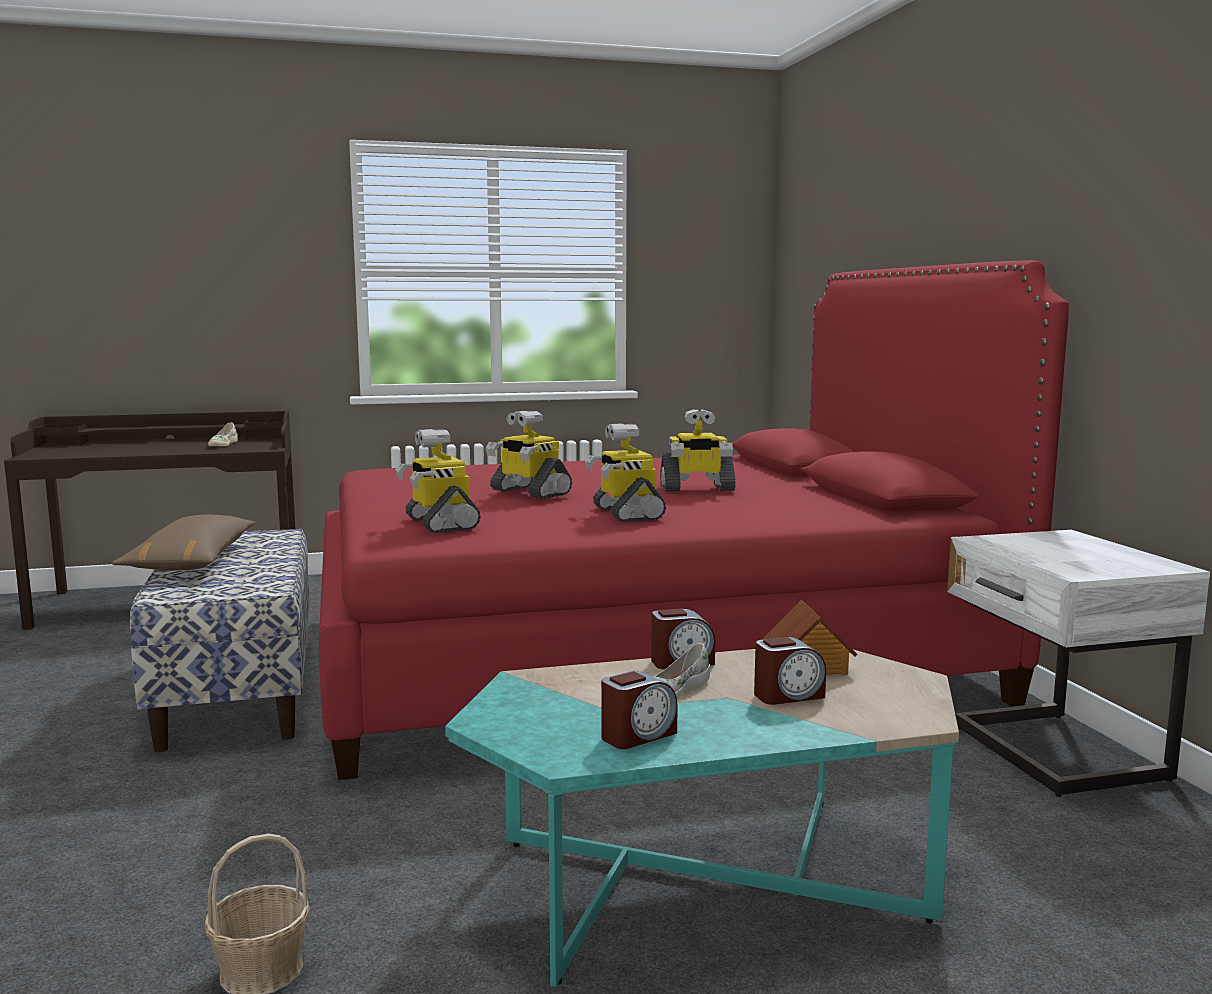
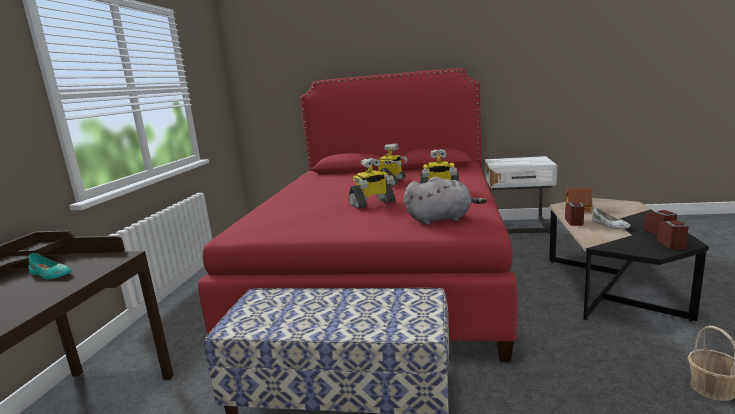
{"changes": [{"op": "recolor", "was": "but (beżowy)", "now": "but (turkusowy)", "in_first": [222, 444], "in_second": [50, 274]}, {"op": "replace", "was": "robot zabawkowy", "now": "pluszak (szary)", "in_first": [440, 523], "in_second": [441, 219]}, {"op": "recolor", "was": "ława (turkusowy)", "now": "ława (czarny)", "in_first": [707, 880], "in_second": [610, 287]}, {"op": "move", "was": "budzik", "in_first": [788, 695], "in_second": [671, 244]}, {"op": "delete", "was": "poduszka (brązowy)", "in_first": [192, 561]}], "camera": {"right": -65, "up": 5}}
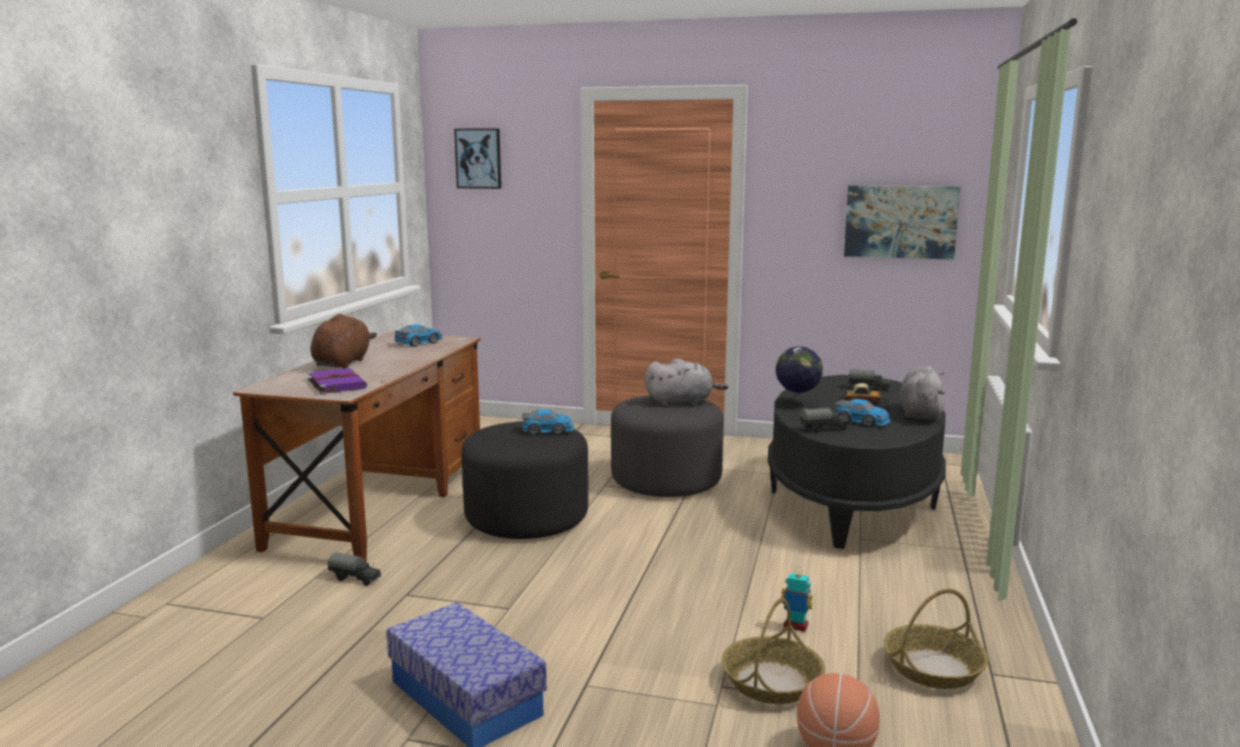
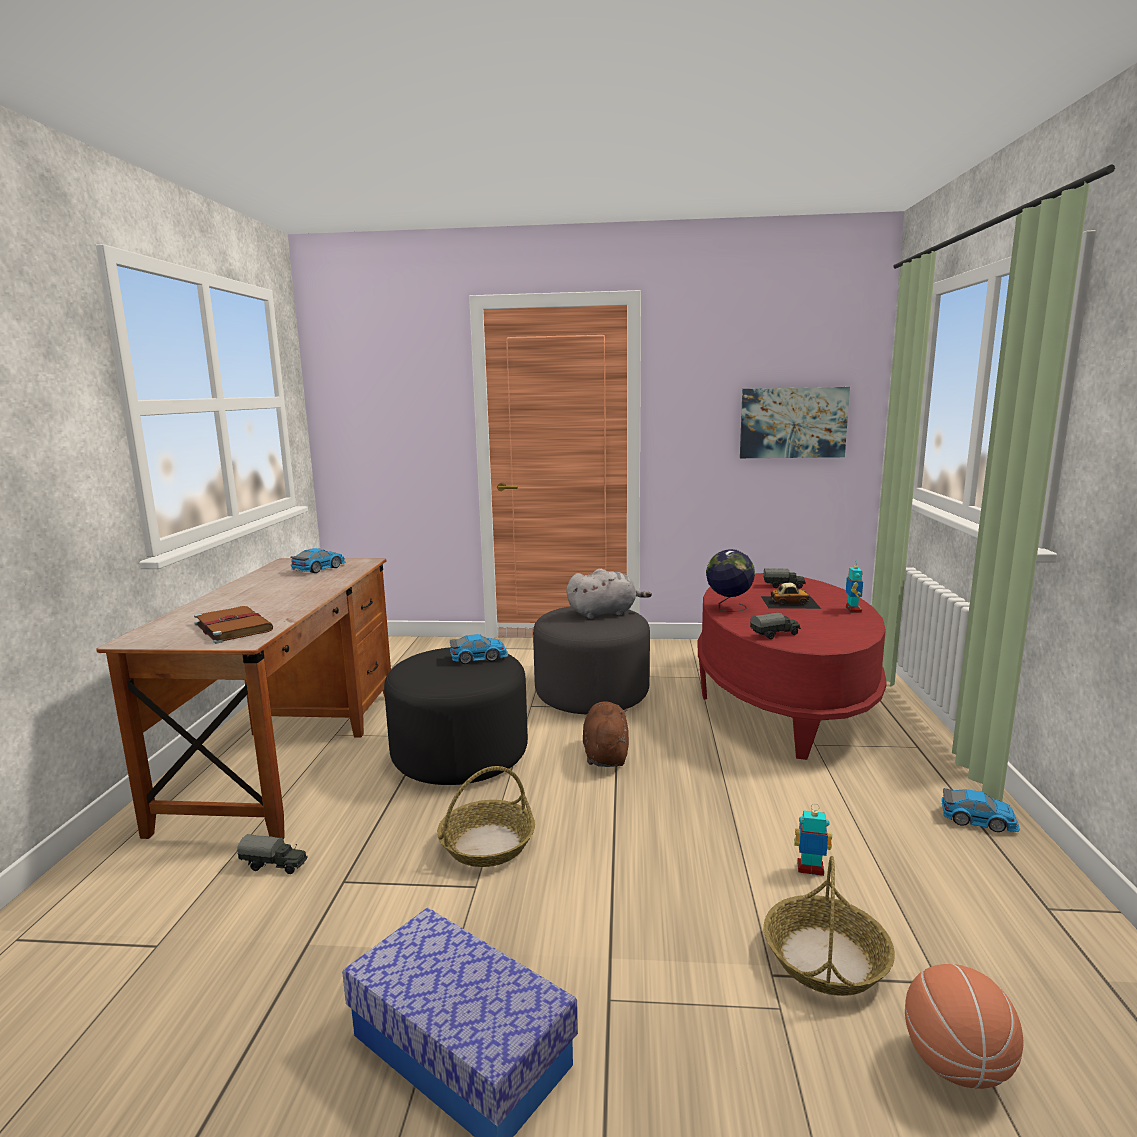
{"changes": [{"op": "recolor", "was": "książka (fioletowy)", "now": "książka (brązowy)", "in_first": [336, 384], "in_second": [232, 627]}, {"op": "move", "was": "koszyk", "in_first": [933, 667], "in_second": [487, 844]}, {"op": "move", "was": "pluszak (brązowy)", "in_first": [343, 363], "in_second": [605, 754]}, {"op": "recolor", "was": "ława (czarny)", "now": "ława (czerwony)", "in_first": [852, 499], "in_second": [782, 699]}, {"op": "replace", "was": "pluszak (szary)", "now": "robot zabawkowy", "in_first": [920, 413], "in_second": [852, 610]}, {"op": "move", "was": "samochodzik", "in_first": [862, 421], "in_second": [978, 819]}, {"op": "delete", "was": "obraz", "in_first": [478, 158]}], "camera": {"right": -10, "up": 0}}
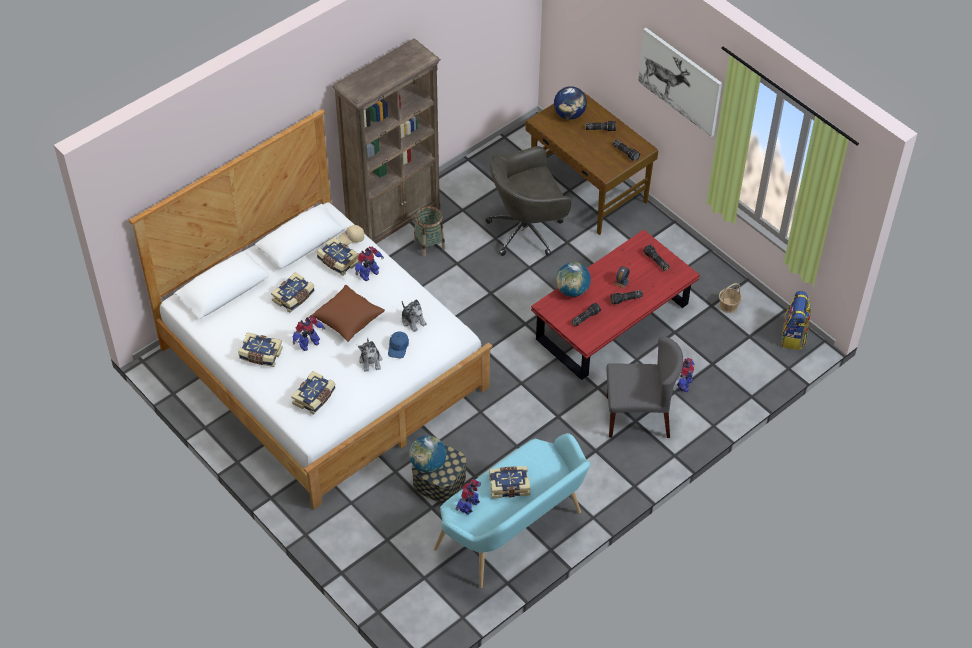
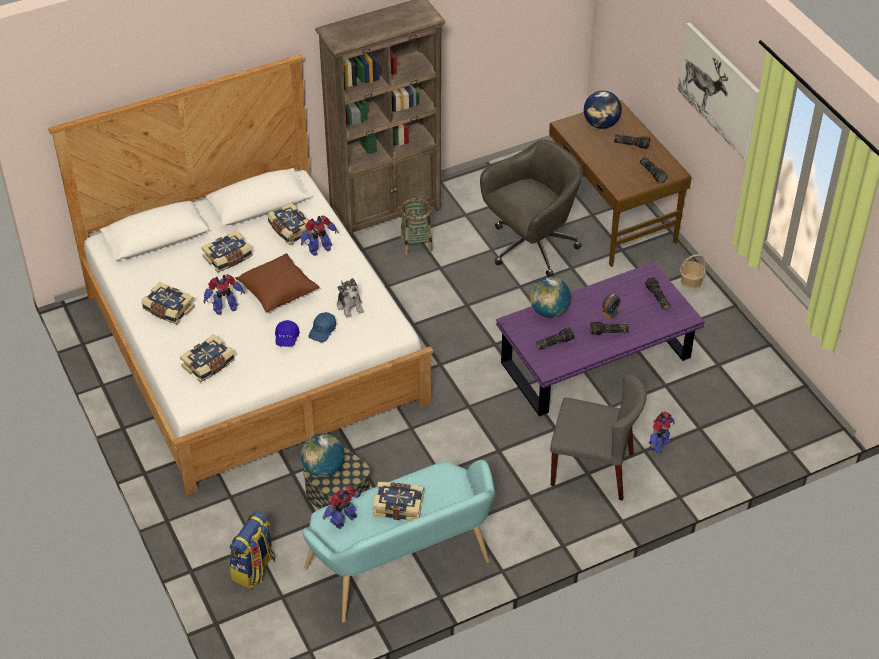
{"changes": [{"op": "move", "was": "plecak", "in_first": [793, 336], "in_second": [254, 569]}, {"op": "replace", "was": "pluszak", "now": "czapka z daszkiem (niebieski)", "in_first": [371, 361], "in_second": [287, 339]}, {"op": "rotate", "was": "krzesło biurowe (szary)", "in_first": [527, 230], "in_second": [530, 248], "clockwise": 150}, {"op": "recolor", "was": "ława (czerwony)", "now": "ława (fioletowy)", "in_first": [613, 322], "in_second": [596, 361]}, {"op": "move", "was": "koszyk", "in_first": [728, 306], "in_second": [691, 282]}, {"op": "delete", "was": "czapka z daszkiem (beżowy)", "in_first": [351, 239]}], "camera": {"right": 15, "up": -5}}
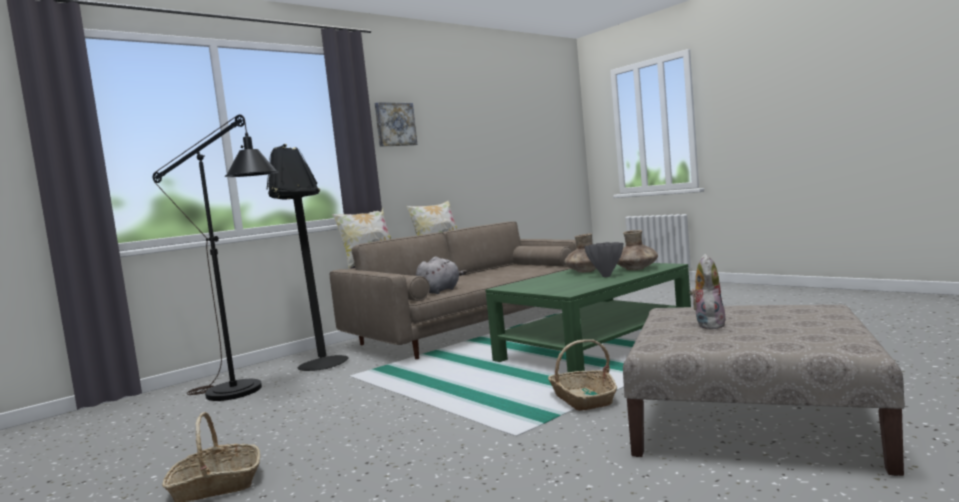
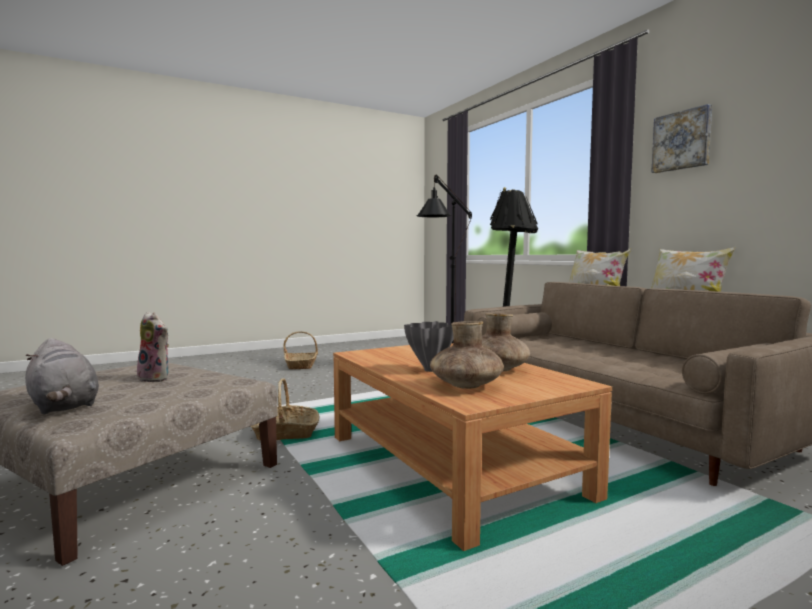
{"changes": [{"op": "move", "was": "pluszak (szary)", "in_first": [440, 291], "in_second": [63, 406]}, {"op": "recolor", "was": "ława (zielony)", "now": "ława (brązowy)", "in_first": [595, 346], "in_second": [452, 465]}], "camera": {"right": 100, "up": 0}}
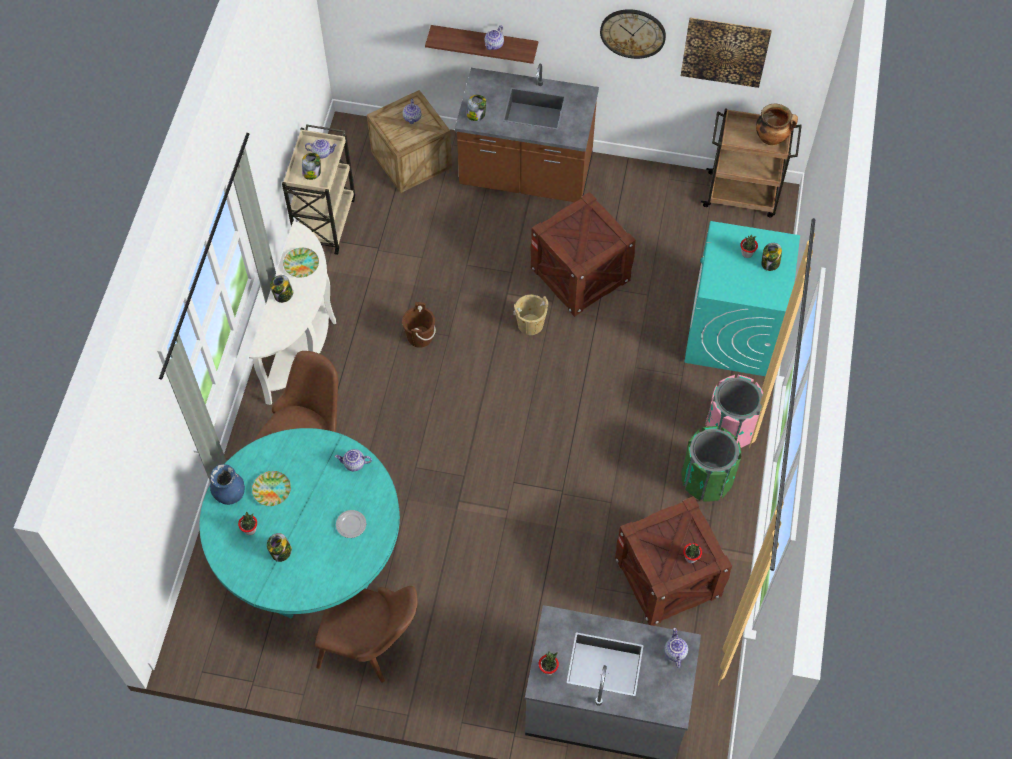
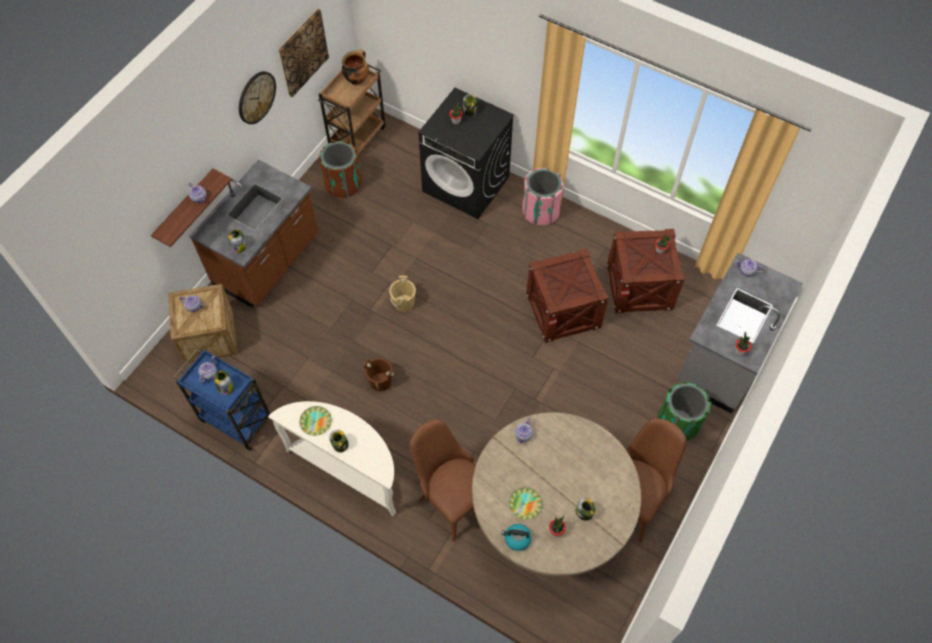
{"changes": [{"op": "recolor", "was": "wózek (beżowy)", "now": "wózek (niebieski)", "in_first": [325, 221], "in_second": [235, 419]}, {"op": "insert", "now": "kosz na śmieci (brązowy)", "in_second": [343, 184]}, {"op": "recolor", "was": "pralka (turkusowy)", "now": "pralka (czarny)", "in_first": [731, 333], "in_second": [466, 184]}, {"op": "recolor", "was": "stół jadalny (turkusowy)", "now": "stół jadalny (beżowy)", "in_first": [312, 560], "in_second": [549, 519]}, {"op": "replace", "was": "wazon (niebieski)", "now": "czajnik", "in_first": [229, 493], "in_second": [517, 539]}, {"op": "move", "was": "skrzynka", "in_first": [580, 274], "in_second": [562, 310]}, {"op": "move", "was": "kosz na śmieci (zielony)", "in_first": [706, 479], "in_second": [677, 423]}, {"op": "delete", "was": "talerz", "in_first": [351, 525]}], "camera": {"right": -70, "up": 0}}
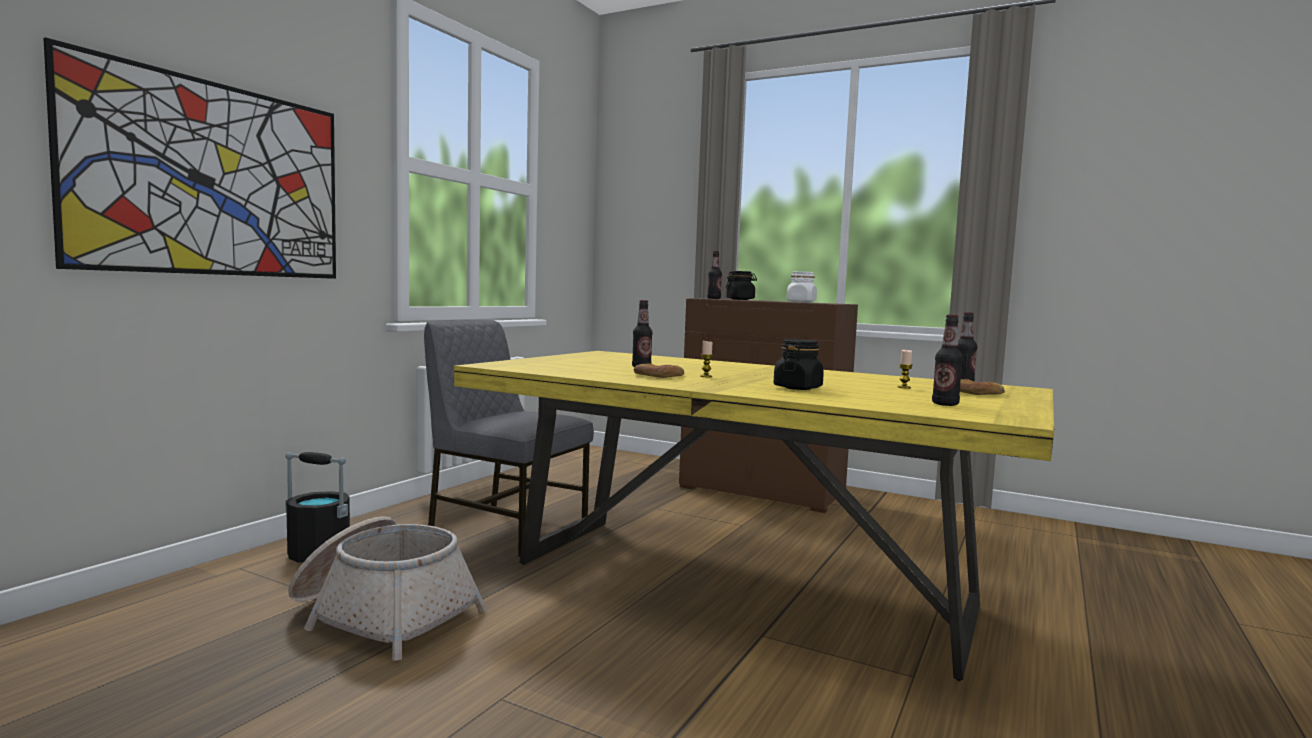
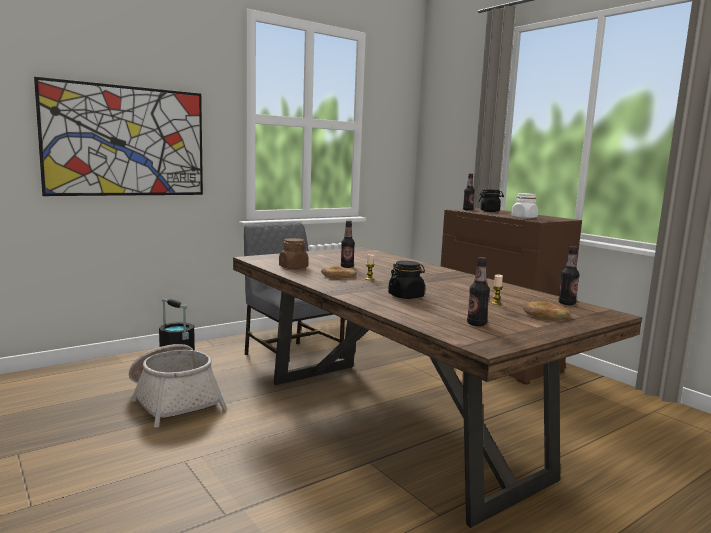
{"changes": [{"op": "recolor", "was": "stół jadalny (żółty)", "now": "stół jadalny (brązowy)", "in_first": [737, 585], "in_second": [392, 425]}, {"op": "insert", "now": "słoik (brązowy)", "in_second": [293, 267]}], "camera": {"right": 25, "up": 5}}
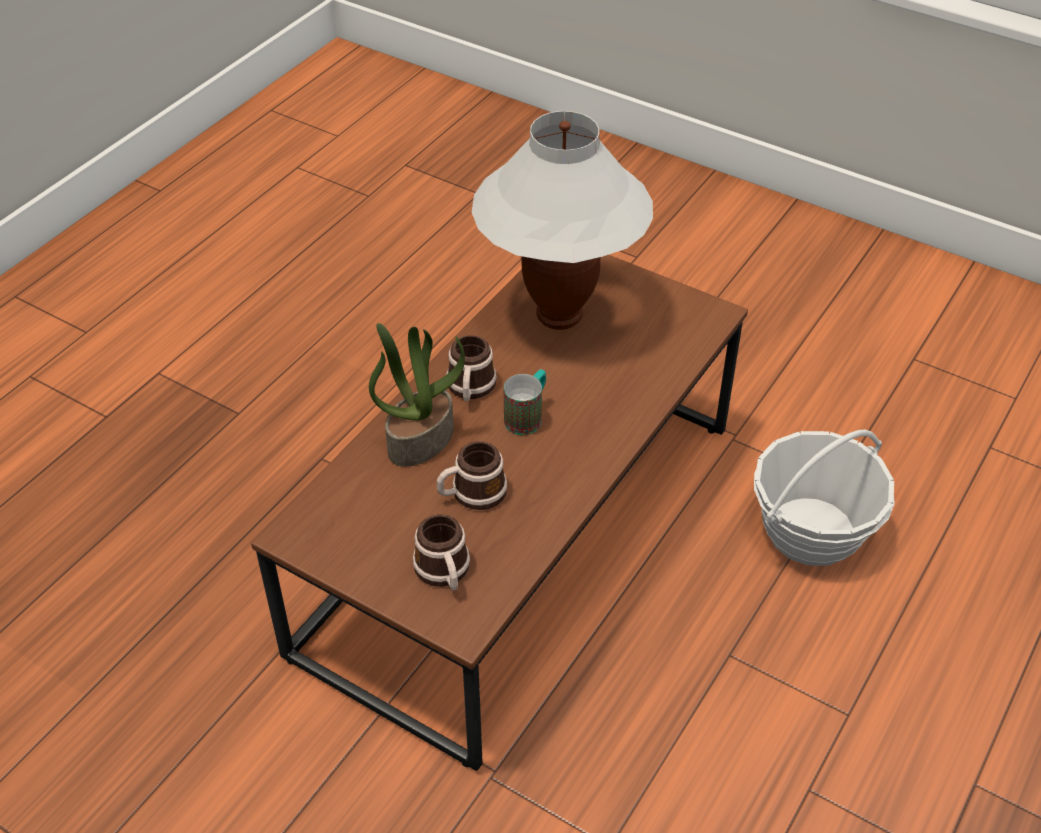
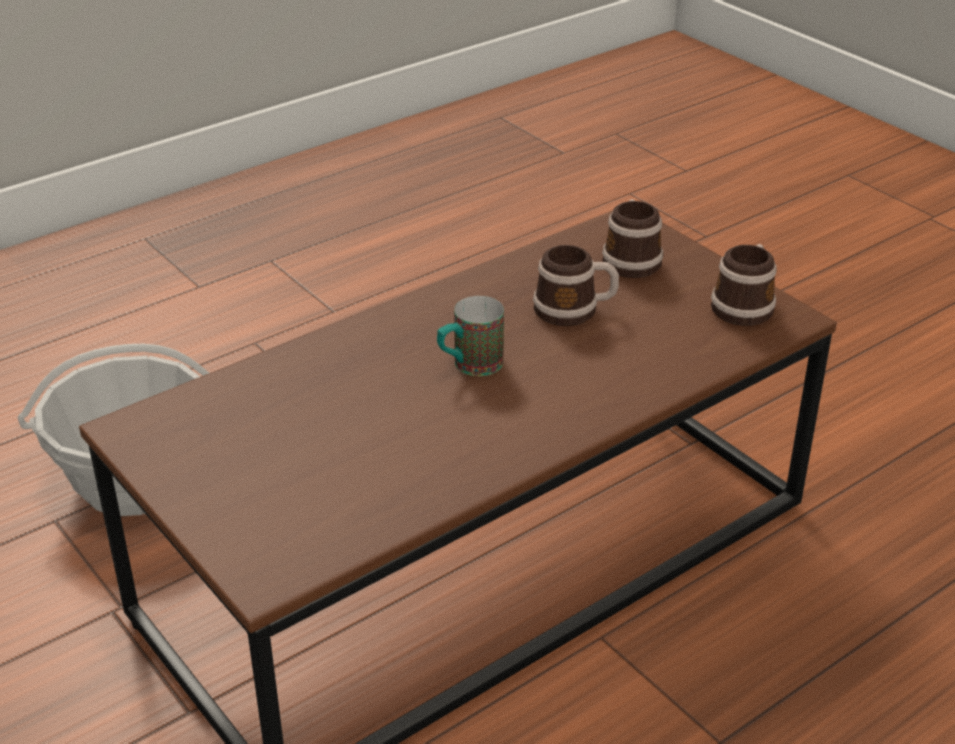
{"changes": [{"op": "move", "was": "kubek", "in_first": [470, 389], "in_second": [745, 305]}, {"op": "delete", "was": "roślina doniczkowa", "in_first": [420, 439]}, {"op": "delete", "was": "lampa stołowa (biały)", "in_first": [558, 315]}], "camera": {"right": -160, "up": -10}}
